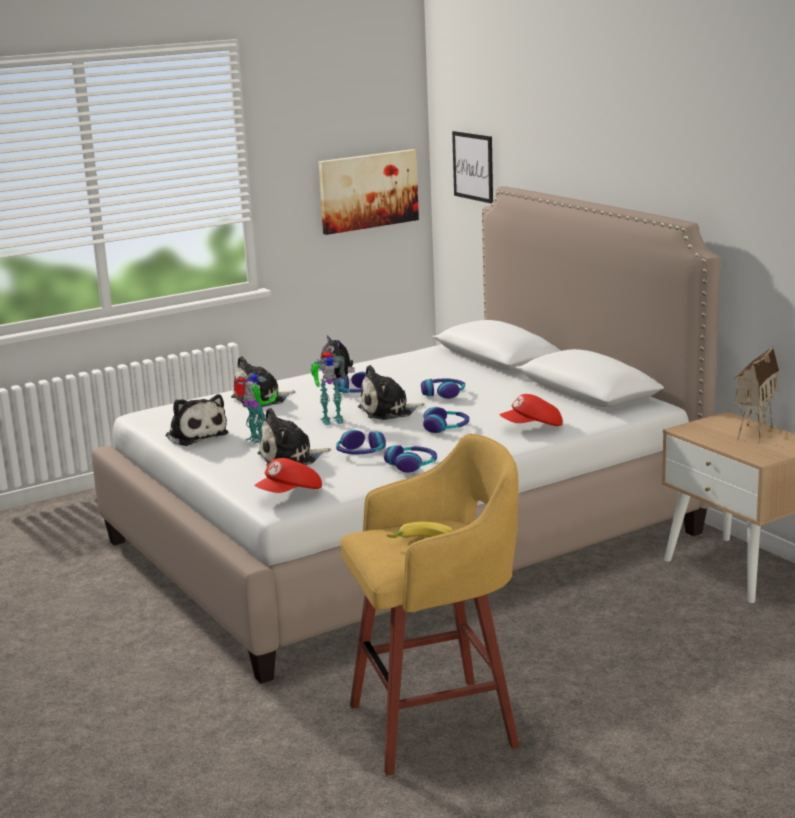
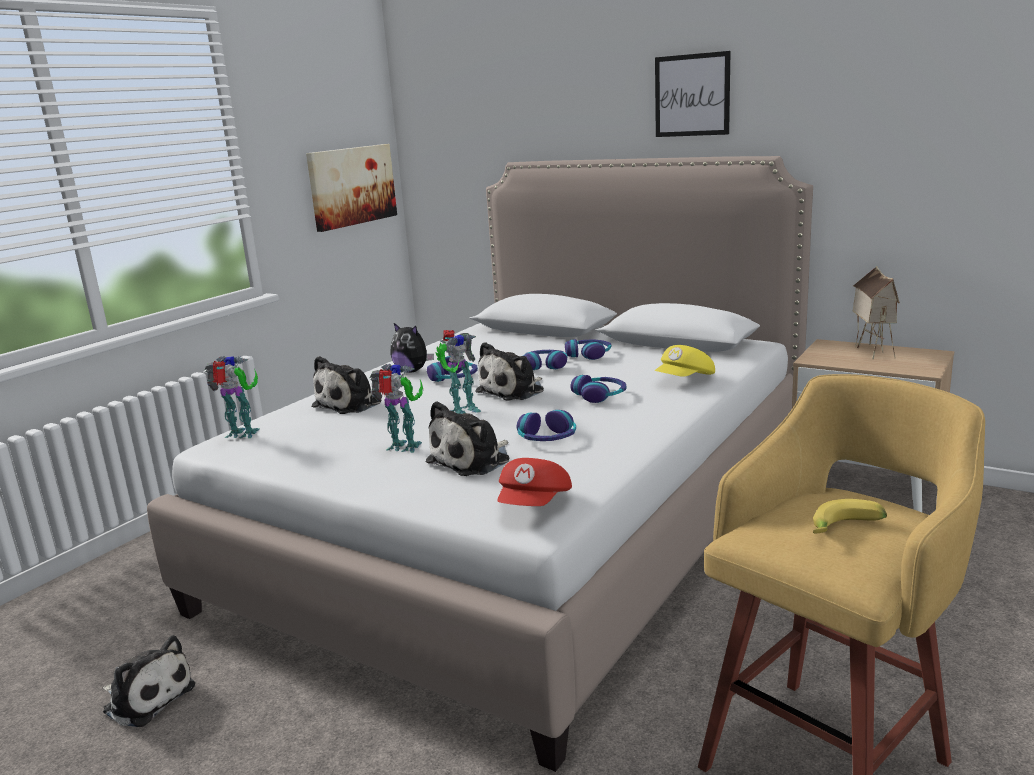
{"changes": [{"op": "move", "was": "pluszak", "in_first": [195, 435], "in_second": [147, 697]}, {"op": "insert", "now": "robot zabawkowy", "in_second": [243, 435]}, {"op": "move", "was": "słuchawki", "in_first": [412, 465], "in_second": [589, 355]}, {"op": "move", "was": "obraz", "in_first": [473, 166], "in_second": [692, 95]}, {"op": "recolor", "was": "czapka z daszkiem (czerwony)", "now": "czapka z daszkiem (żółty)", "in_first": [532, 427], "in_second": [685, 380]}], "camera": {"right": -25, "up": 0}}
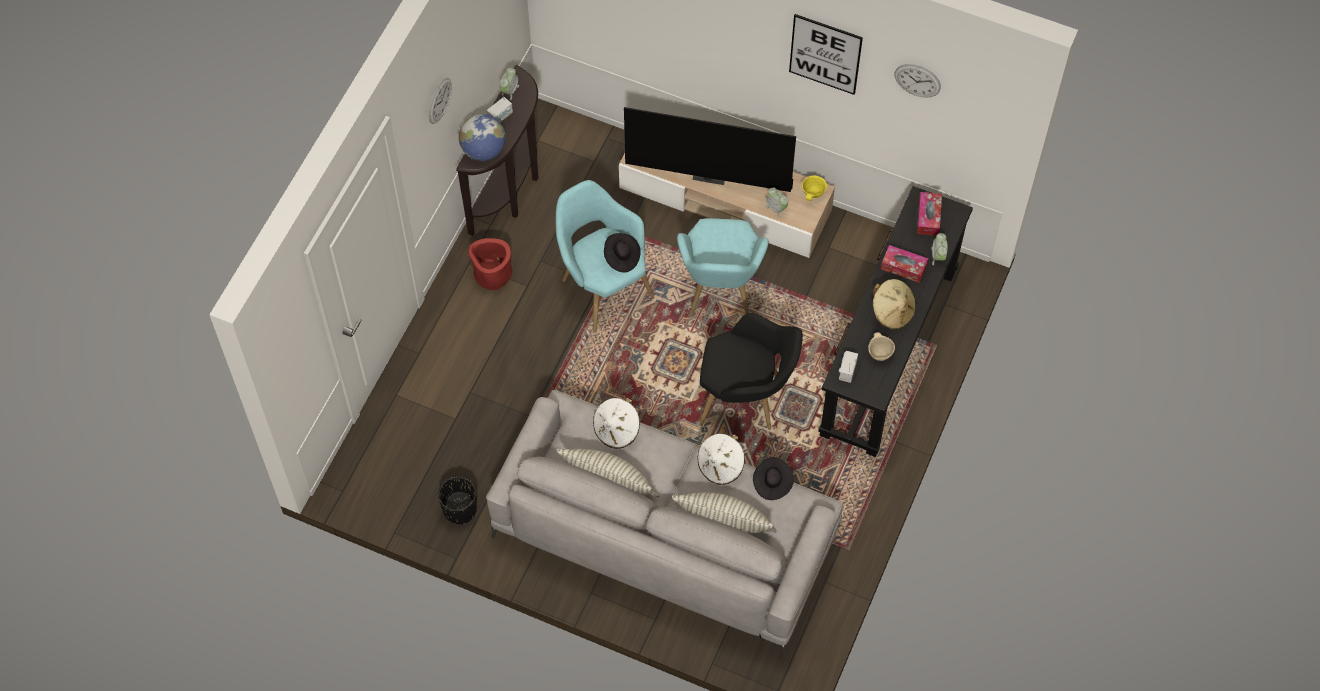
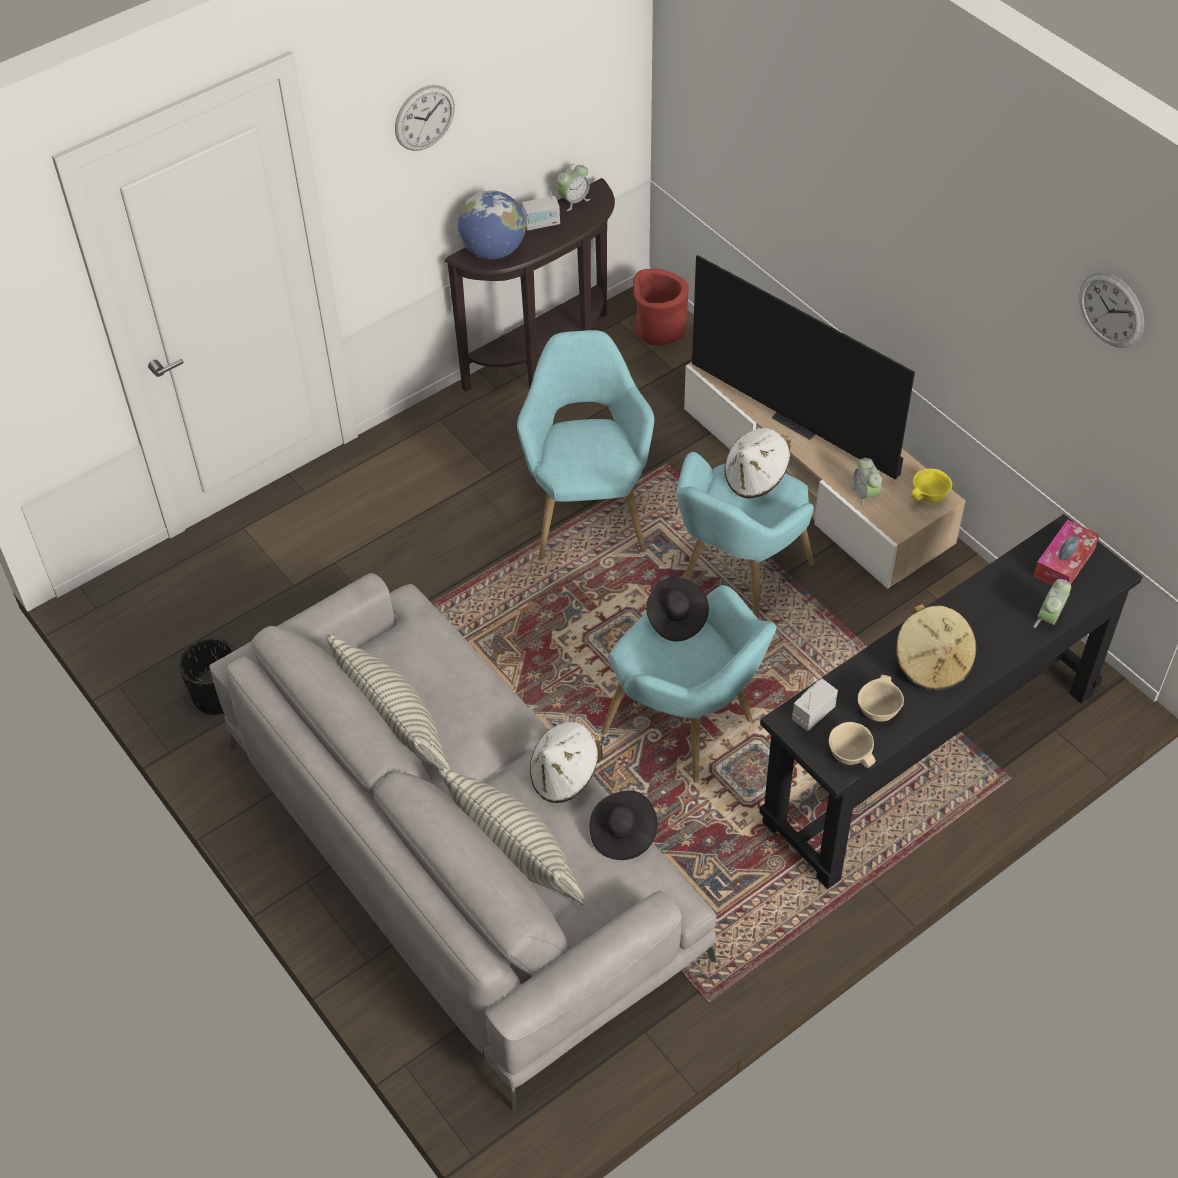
{"changes": [{"op": "recolor", "was": "fotel (czarny)", "now": "fotel (turkusowy)", "in_first": [746, 400], "in_second": [687, 729]}, {"op": "move", "was": "donica (czerwony)", "in_first": [492, 275], "in_second": [658, 329]}, {"op": "move", "was": "kapelusz (czarny)", "in_first": [621, 257], "in_second": [676, 618]}, {"op": "move", "was": "kapelusz (biały)", "in_first": [617, 430], "in_second": [756, 478]}, {"op": "insert", "now": "miska (beżowy)", "in_second": [850, 756]}, {"op": "delete", "was": "obraz", "in_first": [825, 54]}, {"op": "delete", "was": "pudełko chusteczek", "in_first": [903, 267]}], "camera": {"right": 30, "up": -10}}
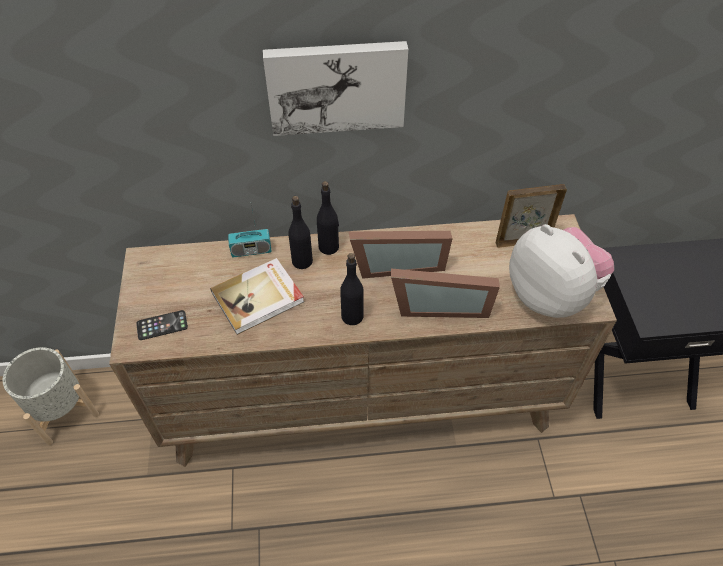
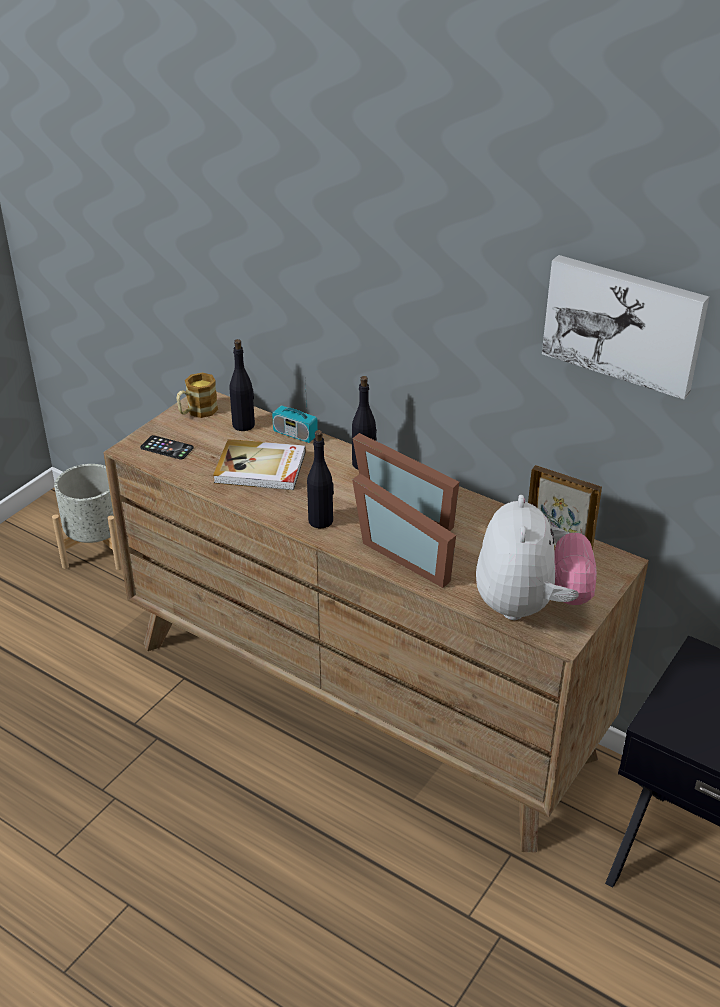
{"changes": [{"op": "insert", "now": "kubek", "in_second": [197, 412]}, {"op": "move", "was": "butelka (czarny)", "in_first": [302, 261], "in_second": [244, 425]}, {"op": "move", "was": "obraz", "in_first": [336, 86], "in_second": [624, 323]}], "camera": {"right": 40, "up": -15}}
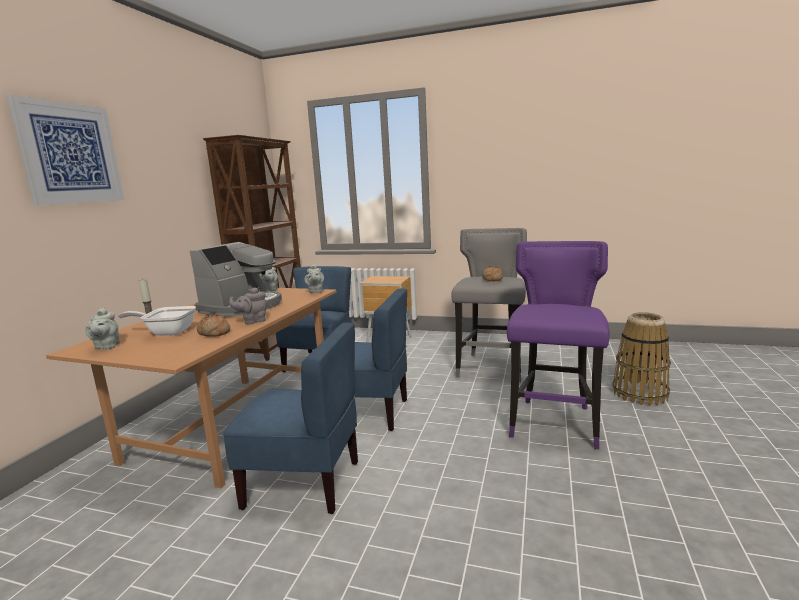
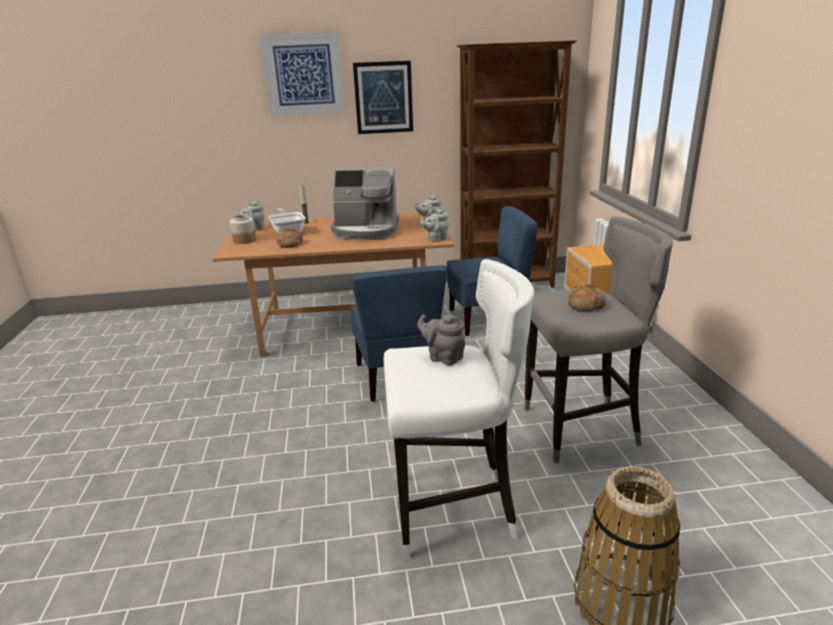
{"changes": [{"op": "insert", "now": "słoik", "in_second": [244, 240]}, {"op": "insert", "now": "obraz", "in_second": [383, 97]}, {"op": "recolor", "was": "stołek (fioletowy)", "now": "stołek (biały)", "in_first": [554, 422], "in_second": [454, 511]}, {"op": "move", "was": "imbryk (szary)", "in_first": [253, 321], "in_second": [443, 357]}, {"op": "delete", "was": "krzesło (niebieski)", "in_first": [304, 483]}], "camera": {"right": 65, "up": 10}}
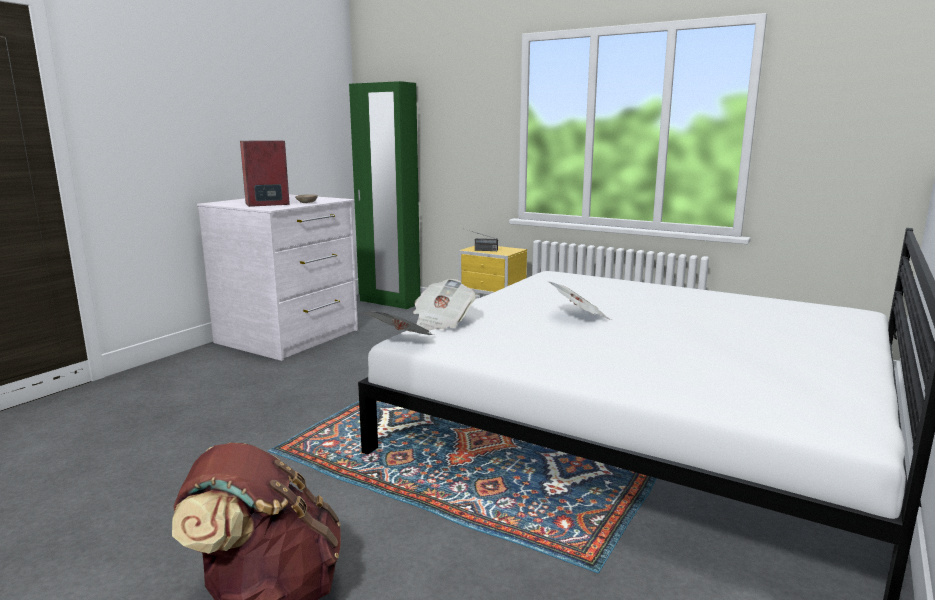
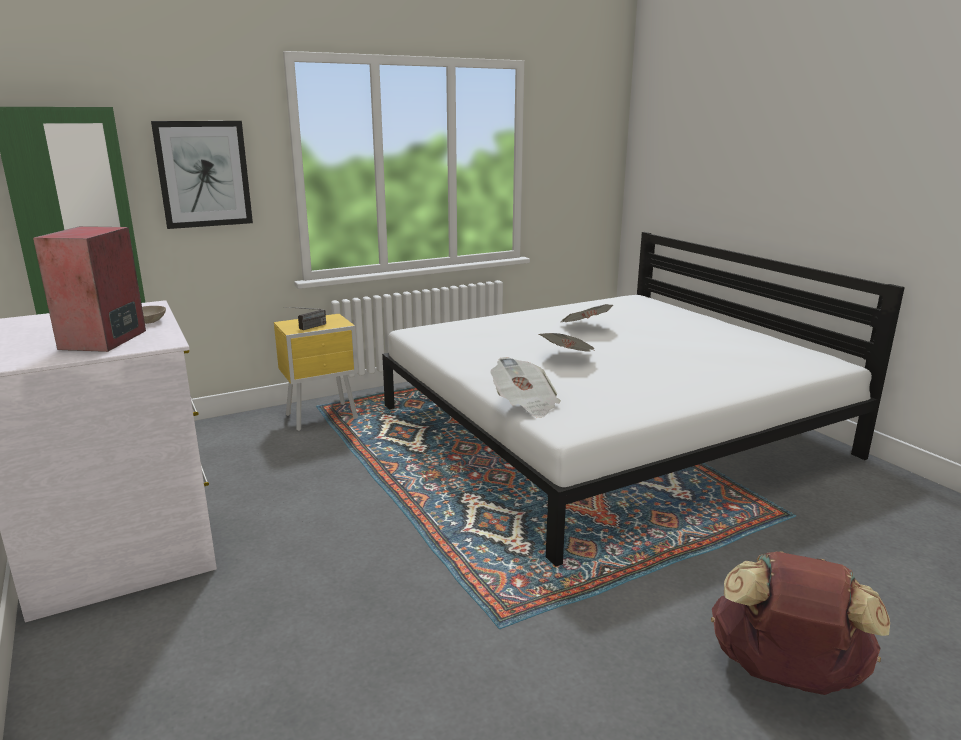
{"changes": [{"op": "insert", "now": "obraz", "in_second": [203, 174]}, {"op": "move", "was": "gazeta", "in_first": [402, 342], "in_second": [585, 327]}], "camera": {"right": -60, "up": 5}}
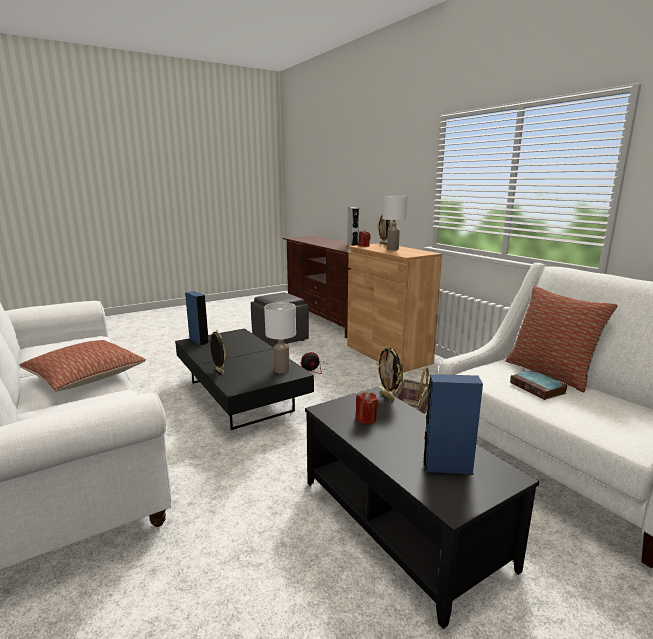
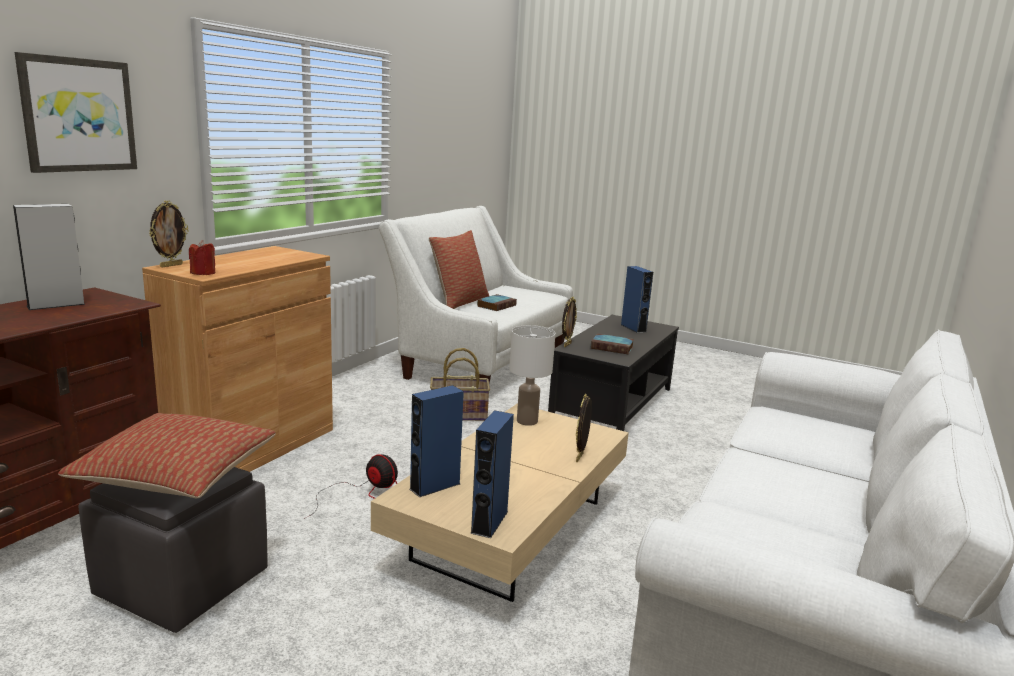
{"changes": [{"op": "insert", "now": "obraz", "in_second": [78, 115]}, {"op": "move", "was": "poduszka", "in_first": [85, 377], "in_second": [177, 474]}, {"op": "recolor", "was": "ława (czarny)", "now": "ława (beżowy)", "in_first": [239, 396], "in_second": [511, 530]}, {"op": "insert", "now": "głośnik (niebieski)", "in_second": [435, 486]}, {"op": "replace", "was": "świeca (czerwony)", "now": "książka", "in_first": [366, 419], "in_second": [613, 347]}, {"op": "delete", "was": "lampa stołowa (biały)", "in_first": [392, 249]}], "camera": {"right": -120, "up": 0}}
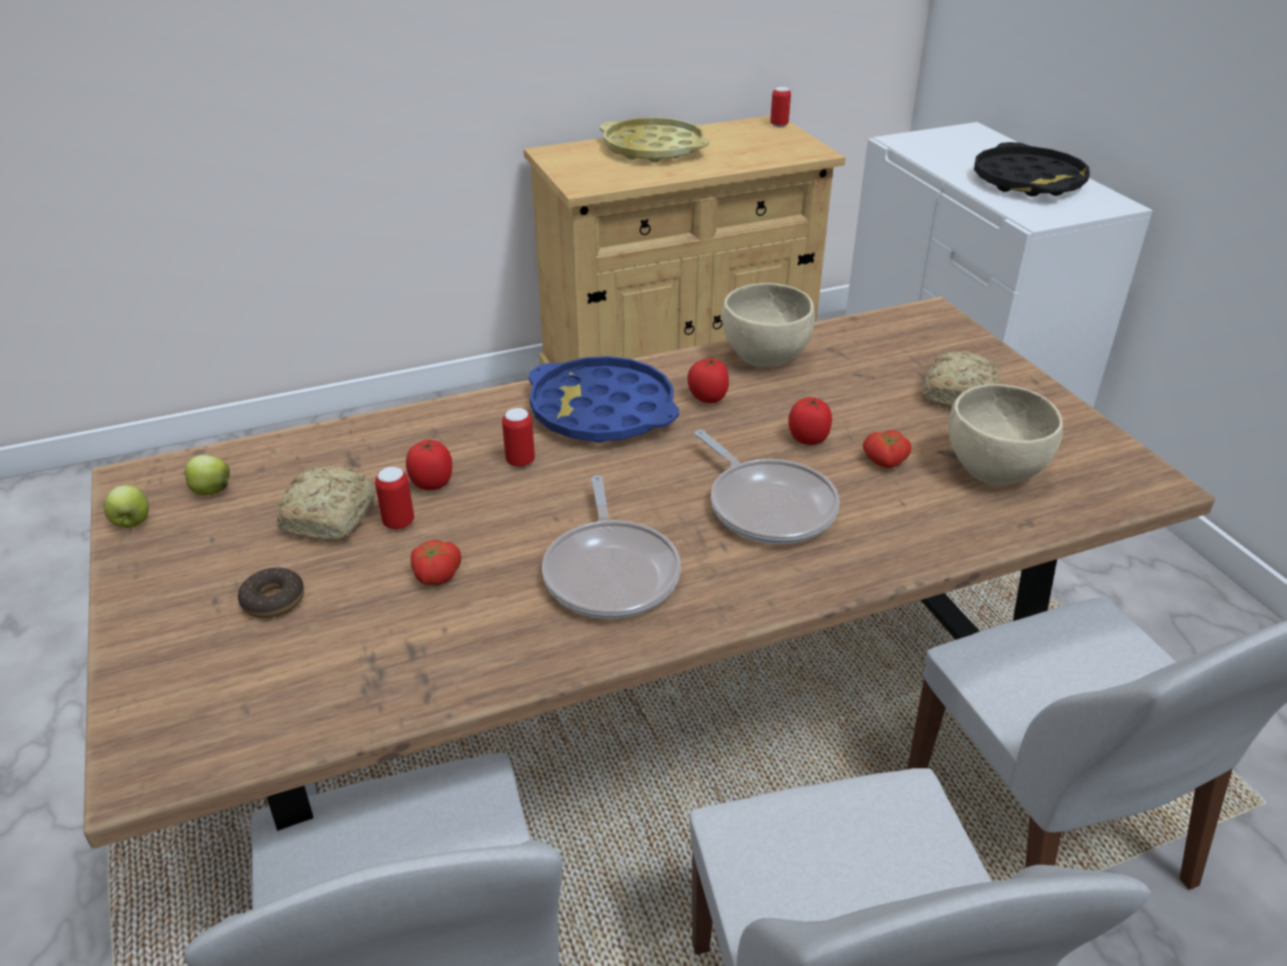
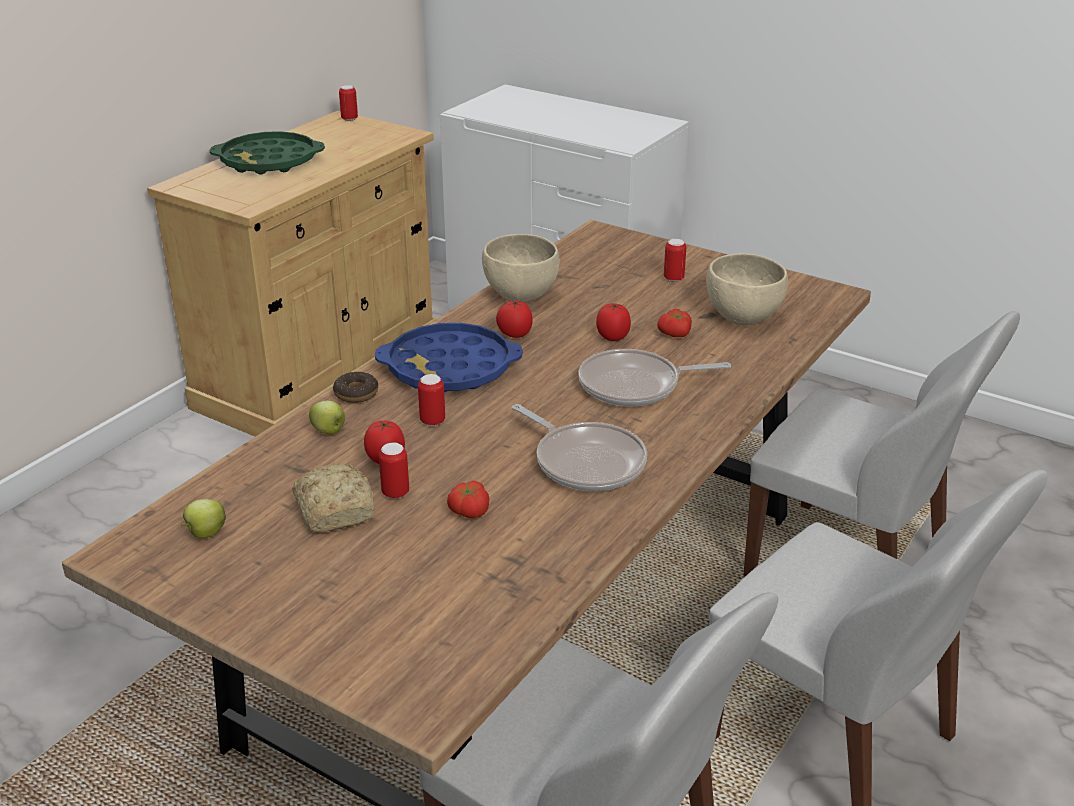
{"changes": [{"op": "recolor", "was": "taca (żółty)", "now": "taca (zielony)", "in_first": [653, 149], "in_second": [269, 161]}, {"op": "move", "was": "jabłko", "in_first": [132, 522], "in_second": [329, 431]}, {"op": "move", "was": "donut", "in_first": [273, 600], "in_second": [356, 393]}, {"op": "rotate", "was": "patelnia", "in_first": [767, 505], "in_second": [635, 385], "clockwise": 150}, {"op": "replace", "was": "chleb", "now": "puszka", "in_first": [959, 394], "in_second": [673, 278]}, {"op": "delete", "was": "taca (czarny)", "in_first": [1028, 181]}], "camera": {"right": -35, "up": -5}}
